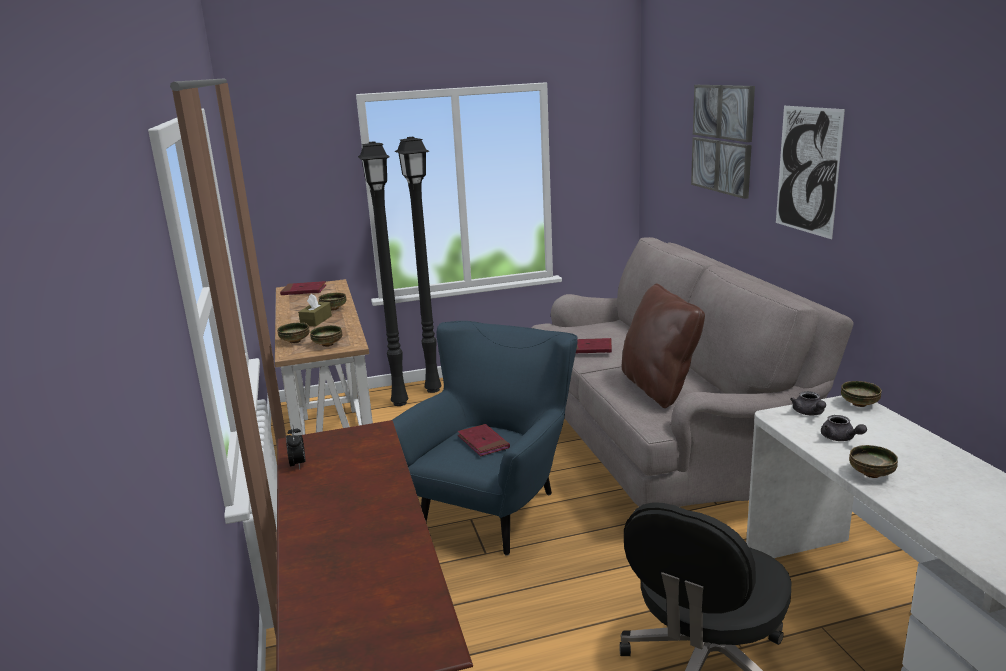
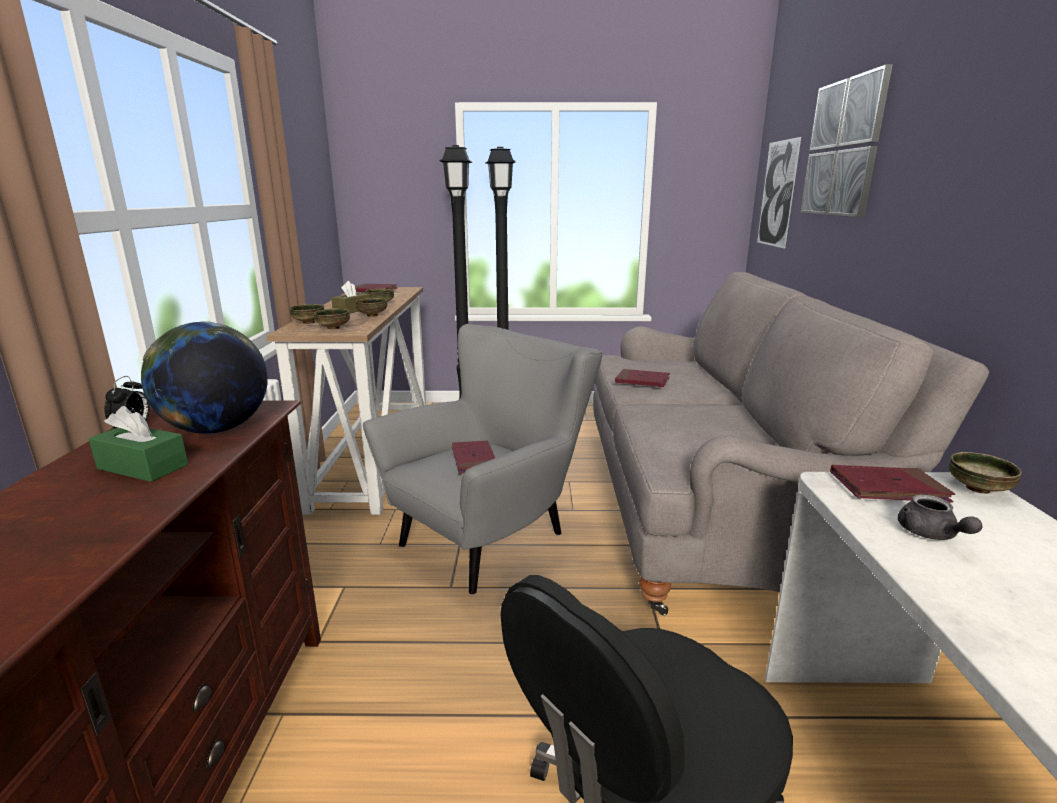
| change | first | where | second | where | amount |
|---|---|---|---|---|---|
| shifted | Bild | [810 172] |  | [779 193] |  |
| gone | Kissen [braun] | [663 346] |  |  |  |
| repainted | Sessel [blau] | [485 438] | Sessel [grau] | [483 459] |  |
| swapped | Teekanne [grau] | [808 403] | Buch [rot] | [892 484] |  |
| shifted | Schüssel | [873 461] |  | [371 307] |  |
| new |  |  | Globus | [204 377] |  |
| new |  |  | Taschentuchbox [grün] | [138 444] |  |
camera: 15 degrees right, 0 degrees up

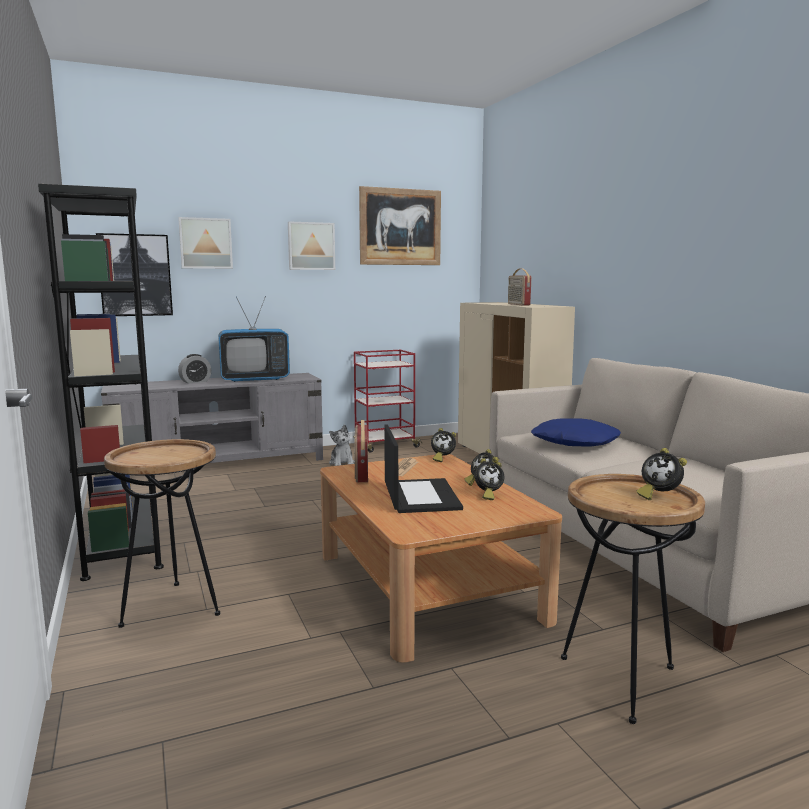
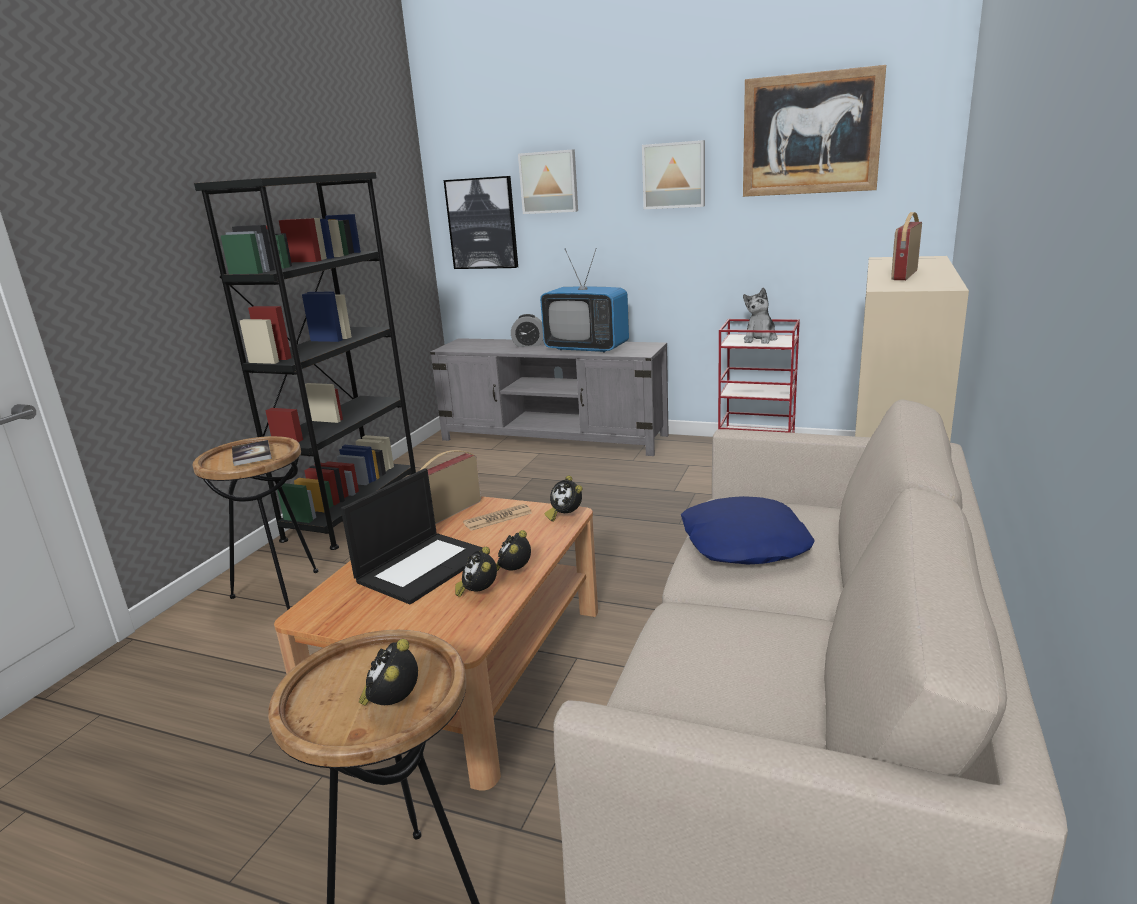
| change | first | where | second | where | amount |
|---|---|---|---|---|---|
| shifted | Plüschtier | [342 445] |  | [760 315] |  |
| rotated | Wecker | [489 479] |  | [476 572] | 45 degrees clockwise |
| new |  |  | Buch | [252 453] |  |
camera: 45 degrees right, 10 degrees up

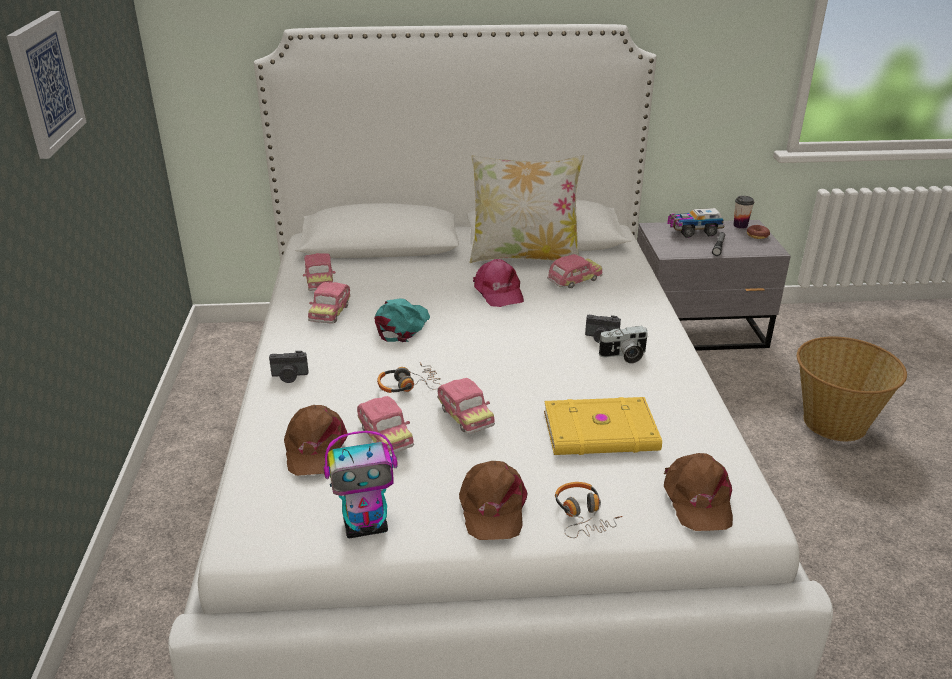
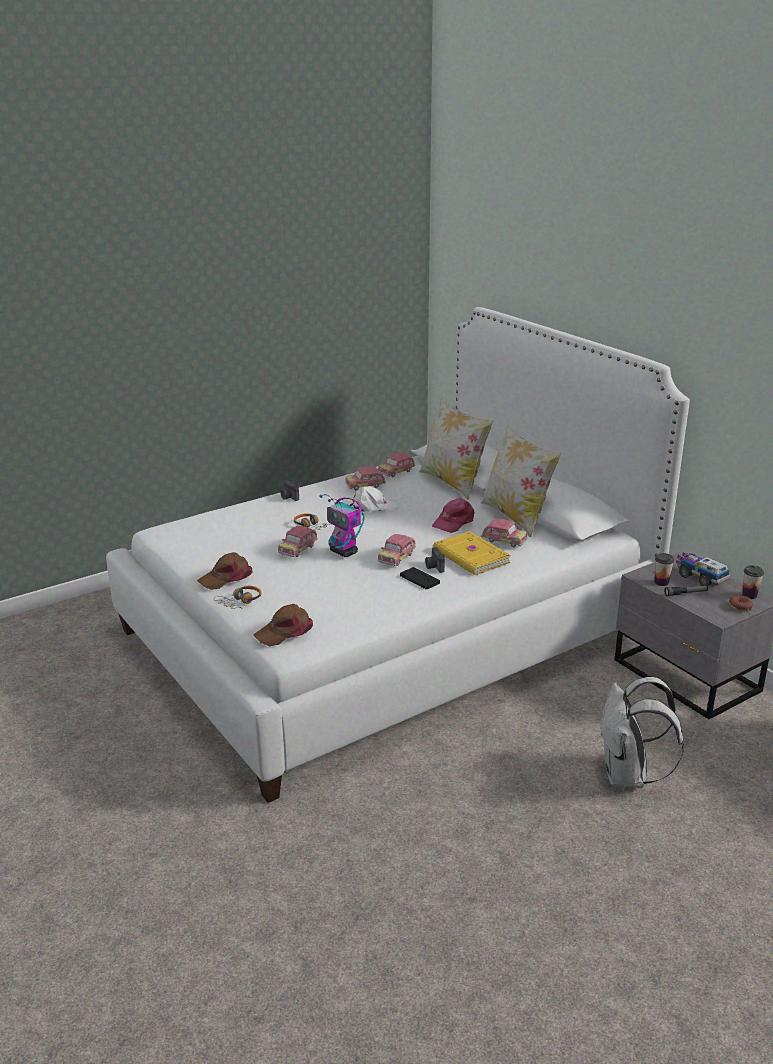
| change | first | where | second | where | amount |
|---|---|---|---|---|---|
| gone | Bild | [46 85] |  |  |  |
| repainted | Kappe [türkis] | [402 320] | Kappe [weiß] | [374 499] |  |
| swapped | Kamera | [623 344] | Gamepad [schwarz] | [420 578] |  |
| swapped | Korb | [852 388] | Rucksack [weiß] | [642 732] |  |
| shifted | Spielzeugauto | [385 425] |  | [397 550] |  |
| shifted | Buch [gelb] | [603 426] |  | [472 553] |  |
| gone | Kappe [braun] | [316 440] |  |  |  |
| shifted | Spielzeugroboter | [361 484] |  | [342 525] |  |
| new |  |  | Kissen | [456 449] |  |
| new |  |  | Tasse | [664 569] |  |
camera: 60 degrees right, 5 degrees down

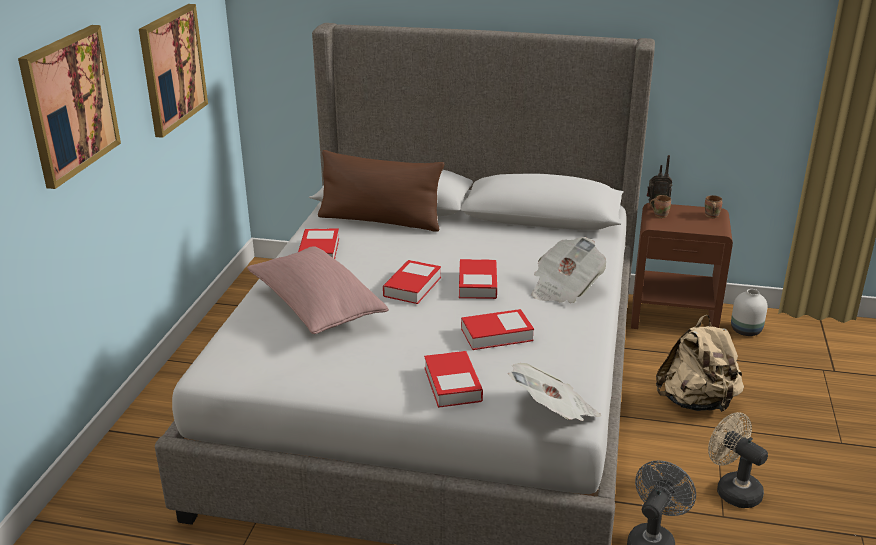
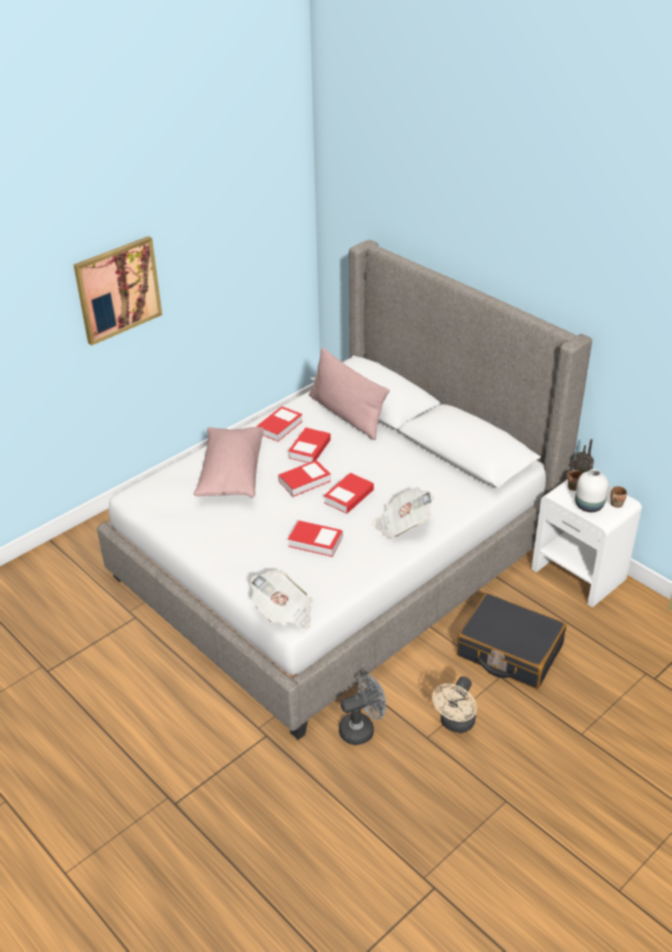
| change | first | where | second | where | amount |
|---|---|---|---|---|---|
| gone | Bild | [173 71] |  |  |  |
| repainted | Kissen [braun] | [381 190] | Kissen [rosa] | [349 393] |  |
| repainted | Nachttisch [braun] | [682 266] | Nachttisch [weiß] | [586 543] |  |
| shifted | Vase [weiß] | [749 312] |  | [591 490] |  |
| swapped | Rucksack [beige] | [700 363] | Koffer [schwarz] | [511 641] |  |
| shifted | Buch | [453 379] |  | [309 445] |  |
| rotated | Ventilator [beige] | [738 460] |  | [454 704] | 150 degrees counterclockwise |
camera: 35 degrees right, 10 degrees up

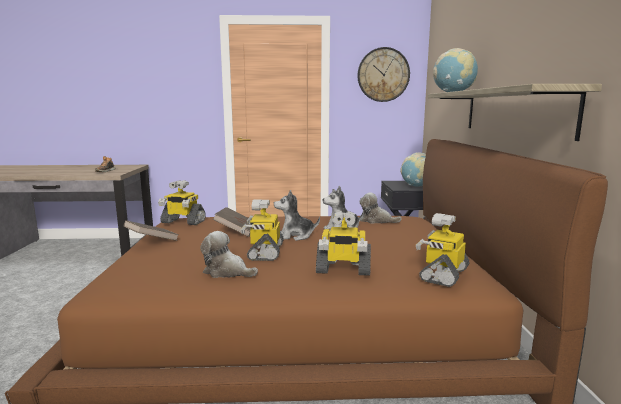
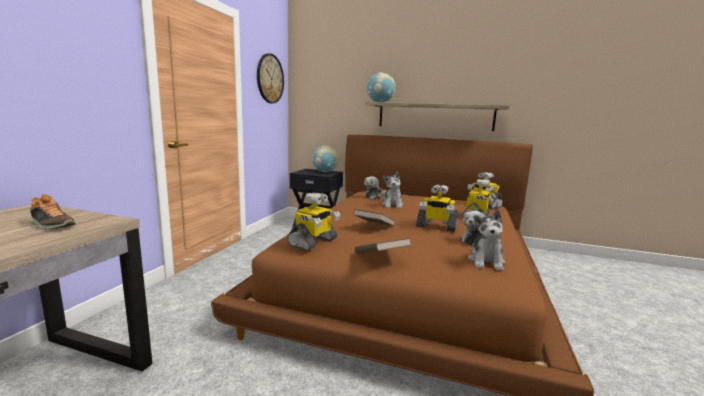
| change | first | where | second | where | amount |
|---|---|---|---|---|---|
| shifted | Plüschtier | [297 215] |  | [486 240] |  |
camera: 70 degrees left, 0 degrees up

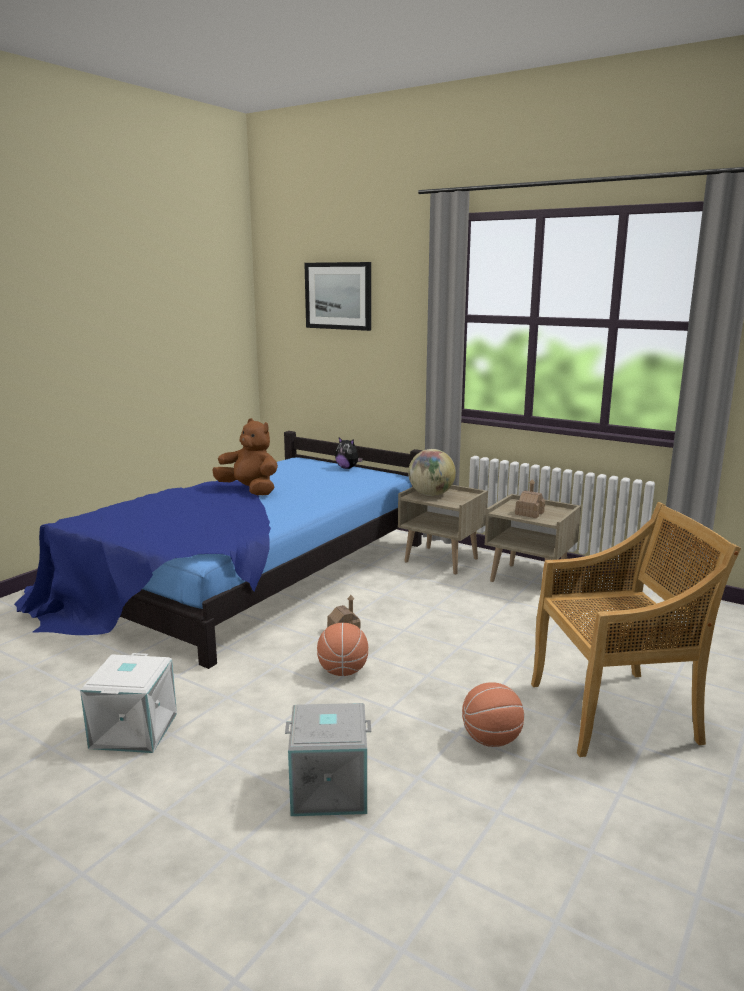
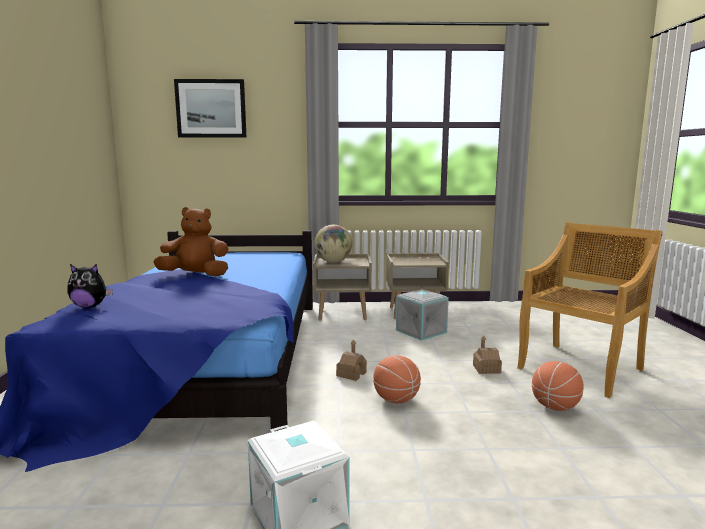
| change | first | where | second | where | amount |
|---|---|---|---|---|---|
| shifted | Plüschtier | [349 453] |  | [90 286] |  |
| shifted | Spielzeughaus | [530 498] |  | [487 354] |  |
| shifted | Aufbewahrungsbox [grau] | [328 759] |  | [422 315] |  |
camera: 35 degrees left, 5 degrees down

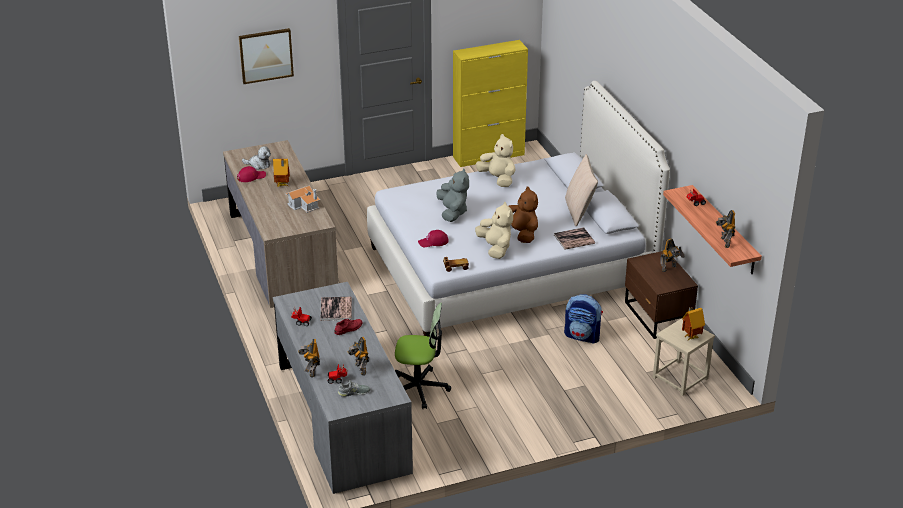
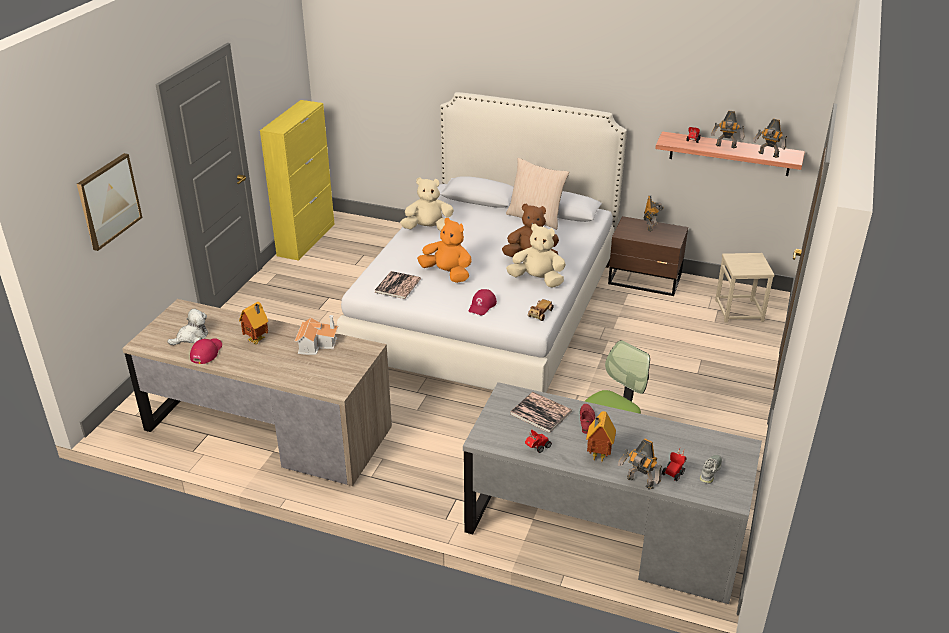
| change | first | where | second | where | amount |
|---|---|---|---|---|---|
| repainted | Plüschtier [grau] | [452 195] | Plüschtier [orange] | [444 250] |  |
| shifted | Buch | [574 238] |  | [398 285] |  |
| gone | Rucksack | [583 319] |  |  |  |
| shifted | Spielzeughaus | [693 323] |  | [601 436] |  |
| shifted | Spielzeugroboter | [358 356] |  | [728 129] |  |
camera: 50 degrees left, 0 degrees up

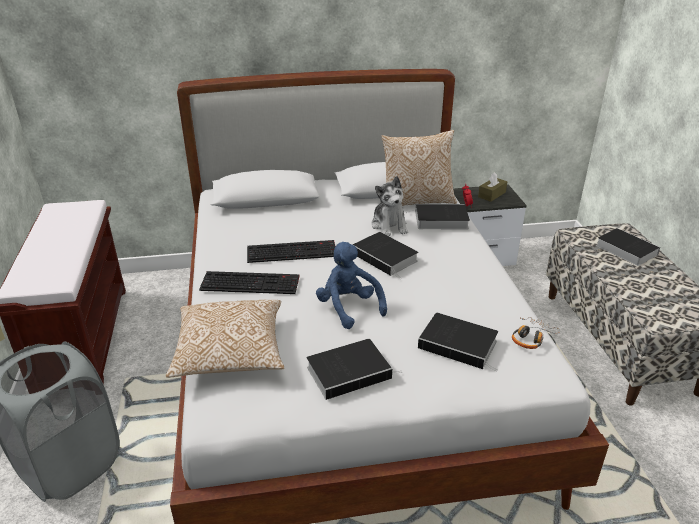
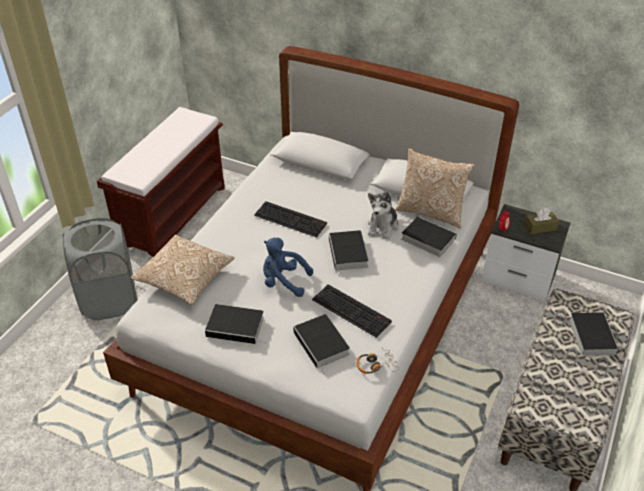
| change | first | where | second | where | amount |
|---|---|---|---|---|---|
| rotated | Plüschtier [blau] | [351 285] |  | [288 267] | 75 degrees counterclockwise |
| shifted | Tastatur | [249 282] |  | [352 311] |  |
camera: 35 degrees right, 10 degrees up

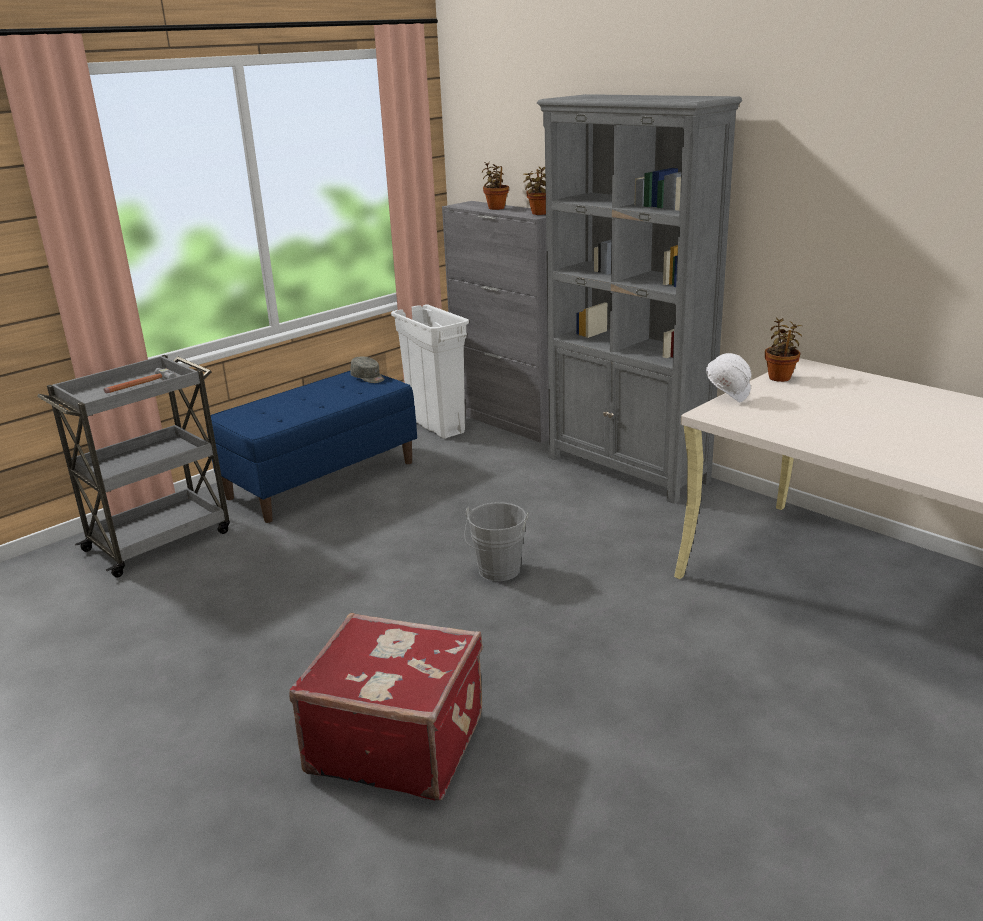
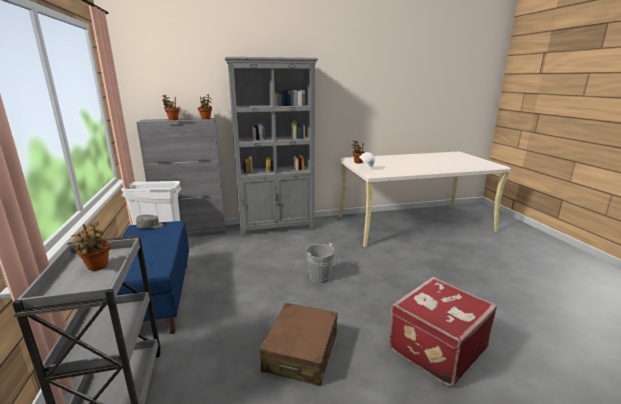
| change | first | where | second | where | amount |
|---|---|---|---|---|---|
| swapped | Hammer | [140 380] | Topfpflanze | [90 246] |  |
| new |  |  | Koffer [braun] | [298 344] |  |
camera: 60 degrees left, 5 degrees down

